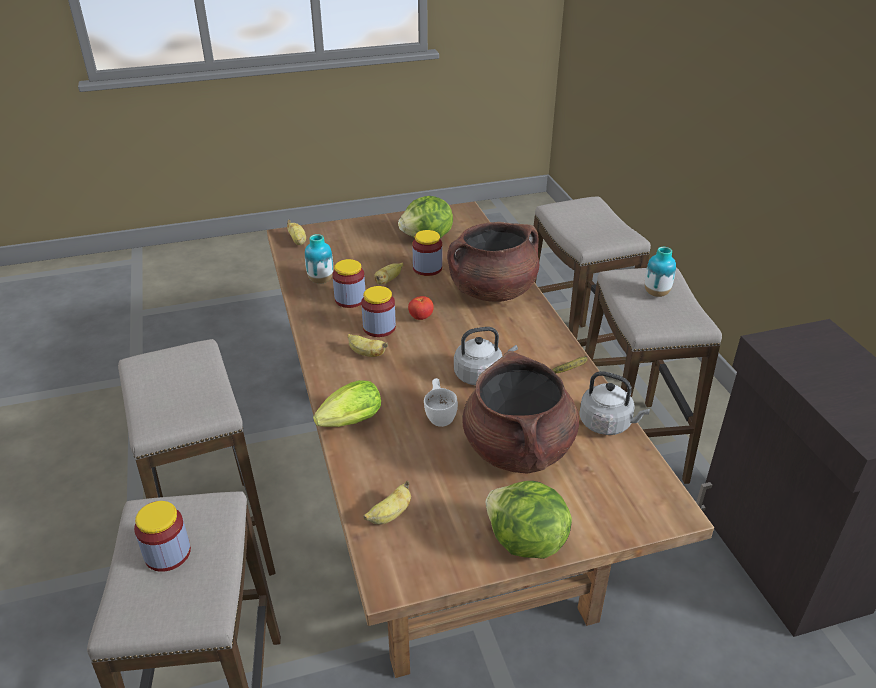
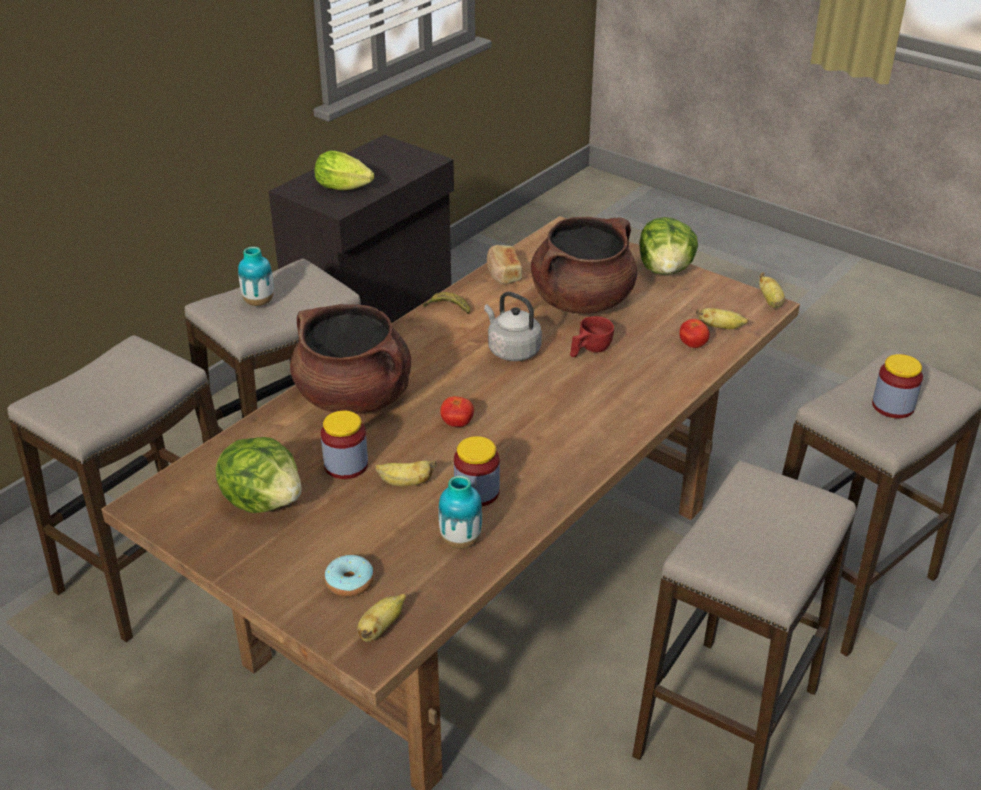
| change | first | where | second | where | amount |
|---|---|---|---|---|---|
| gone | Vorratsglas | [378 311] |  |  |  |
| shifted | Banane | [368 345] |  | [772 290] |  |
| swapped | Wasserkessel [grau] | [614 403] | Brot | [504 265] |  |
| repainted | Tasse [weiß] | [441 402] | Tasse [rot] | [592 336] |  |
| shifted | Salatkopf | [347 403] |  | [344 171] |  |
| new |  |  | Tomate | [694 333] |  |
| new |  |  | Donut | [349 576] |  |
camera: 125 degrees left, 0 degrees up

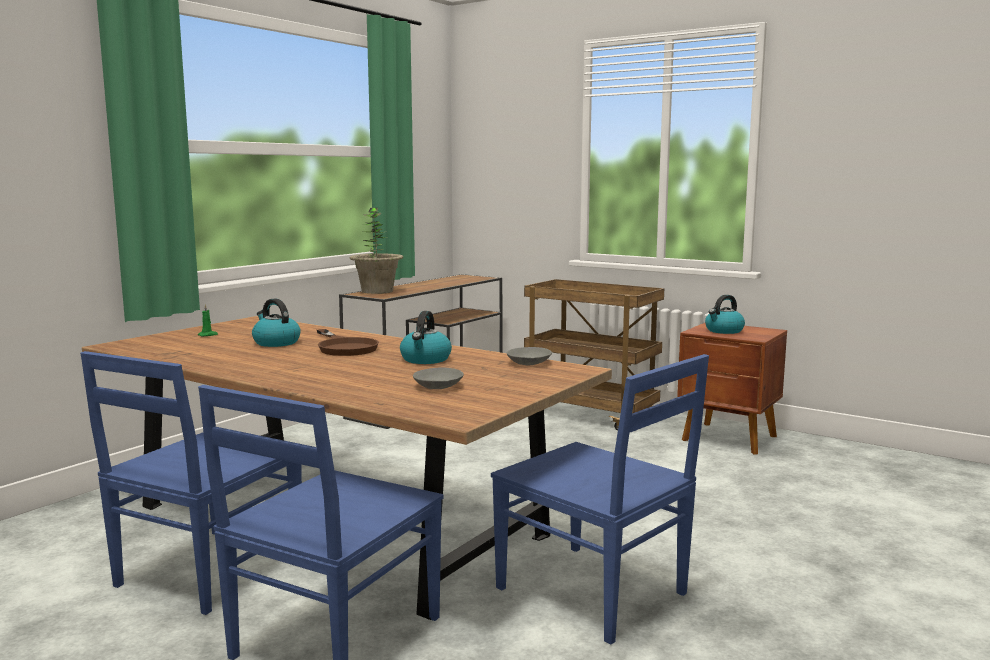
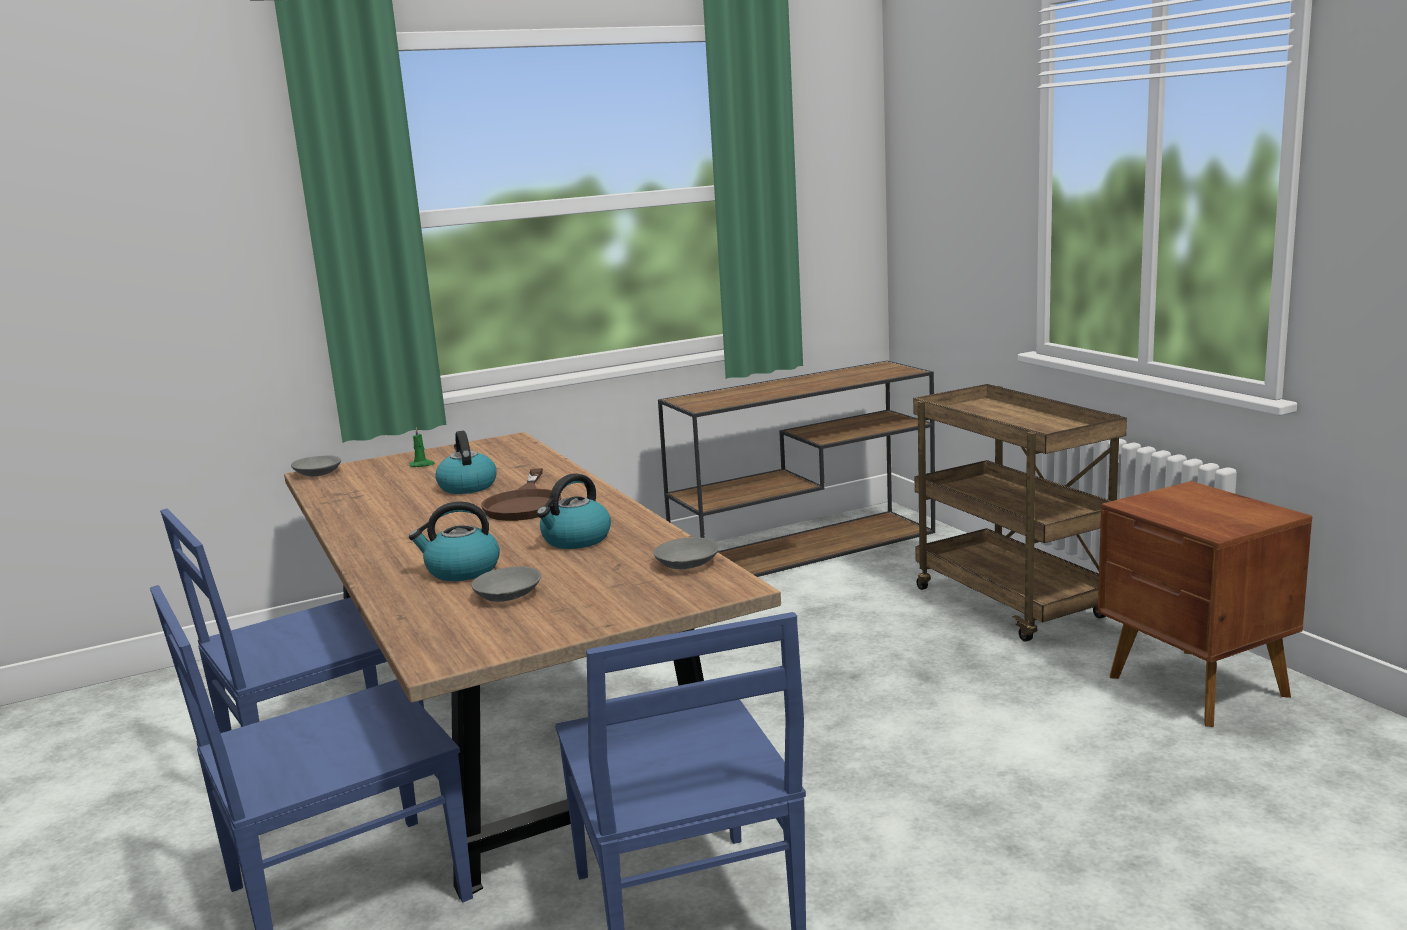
| change | first | where | second | where | amount |
|---|---|---|---|---|---|
| gone | Topfpflanze | [376 251] |  |  |  |
| shifted | Wasserkessel | [725 314] |  | [454 541] |  |
| new |  |  | Schüssel [grau] | [316 465] |  |
camera: 30 degrees right, 5 degrees up

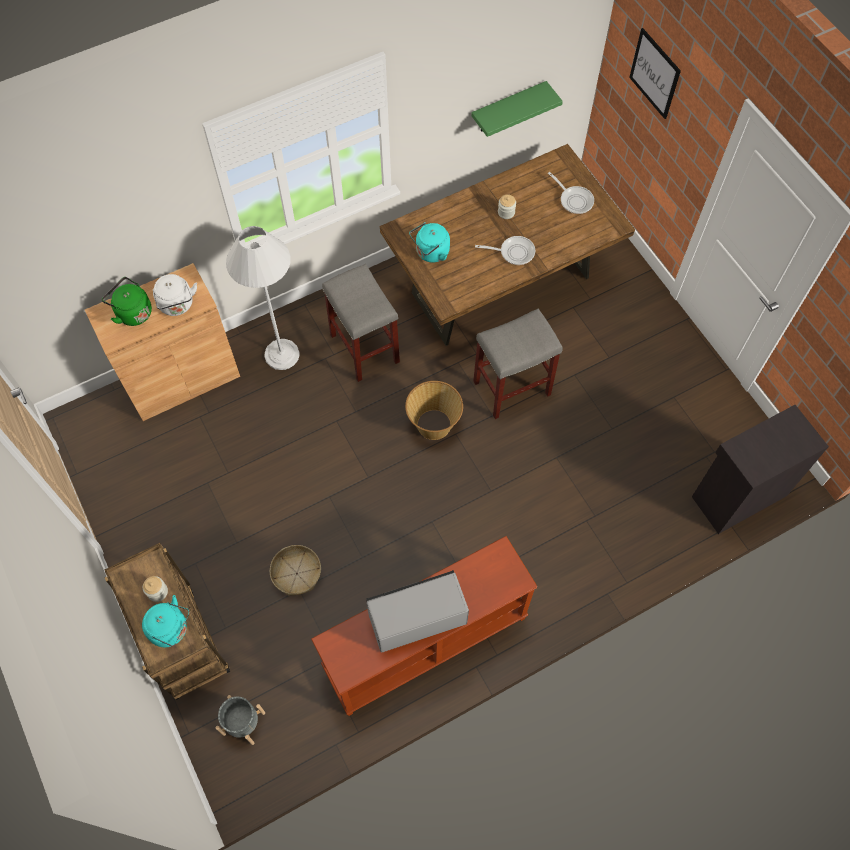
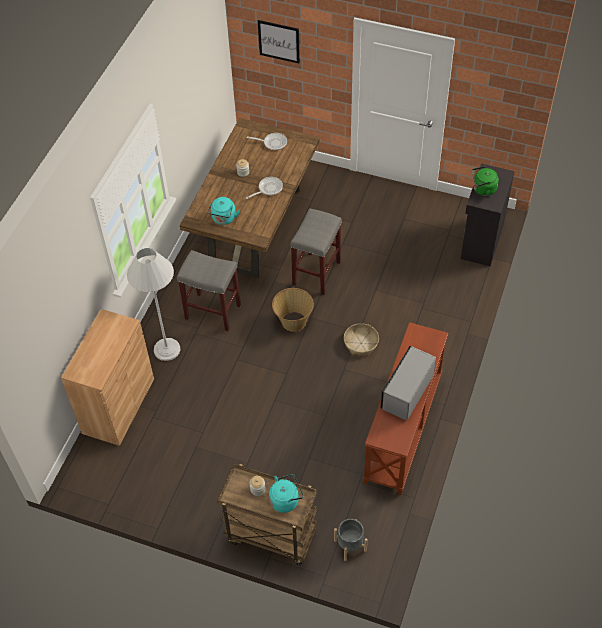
| change | first | where | second | where | amount |
|---|---|---|---|---|---|
| gone | Wandregal [grün] | [517 109] |  |  |  |
| gone | Wasserkessel [weiß] | [175 295] |  |  |  |
| shifted | Wasserkessel [grün] | [127 301] |  | [485 181] |  |
| shifted | Korb | [295 570] |  | [361 339] |  |
camera: 40 degrees left, 10 degrees down

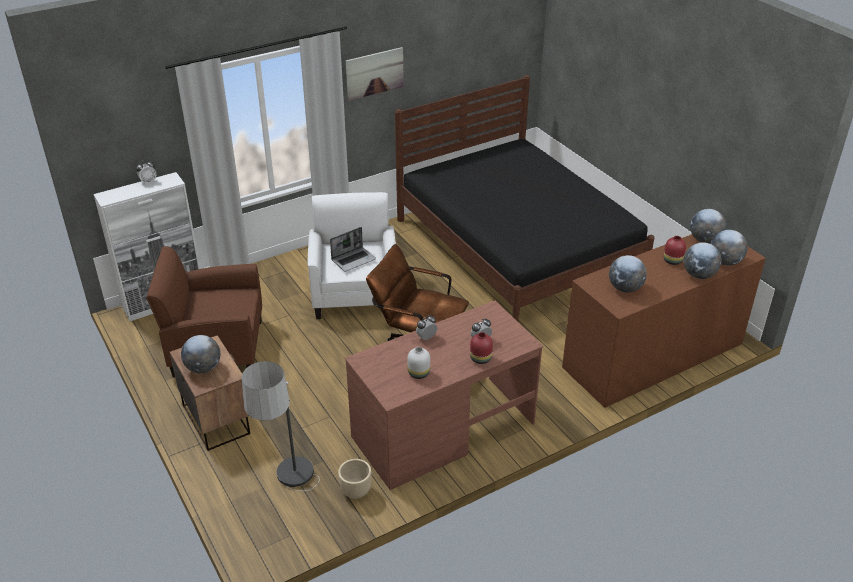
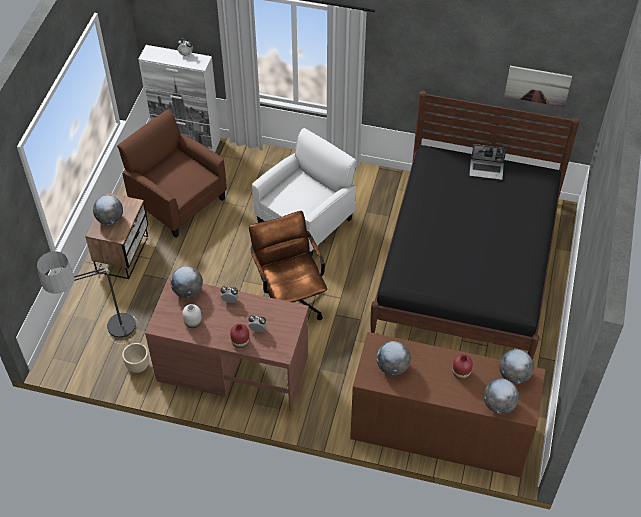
| change | first | where | second | where | amount |
|---|---|---|---|---|---|
| shifted | Bild | [375 74] |  | [538 86] |  |
| shifted | Laptop | [353 249] |  | [488 162] |  |
| shifted | Globus | [702 260] |  | [186 282] |  |
camera: 45 degrees right, 15 degrees up

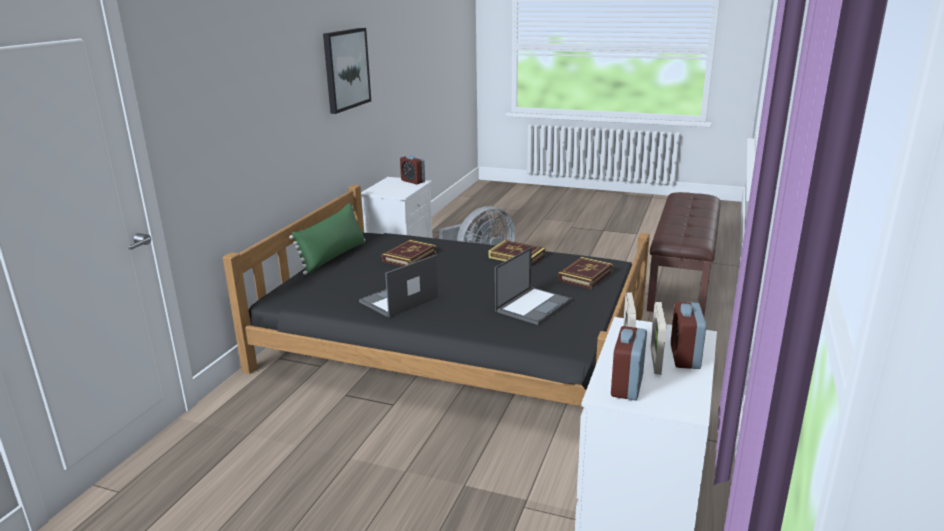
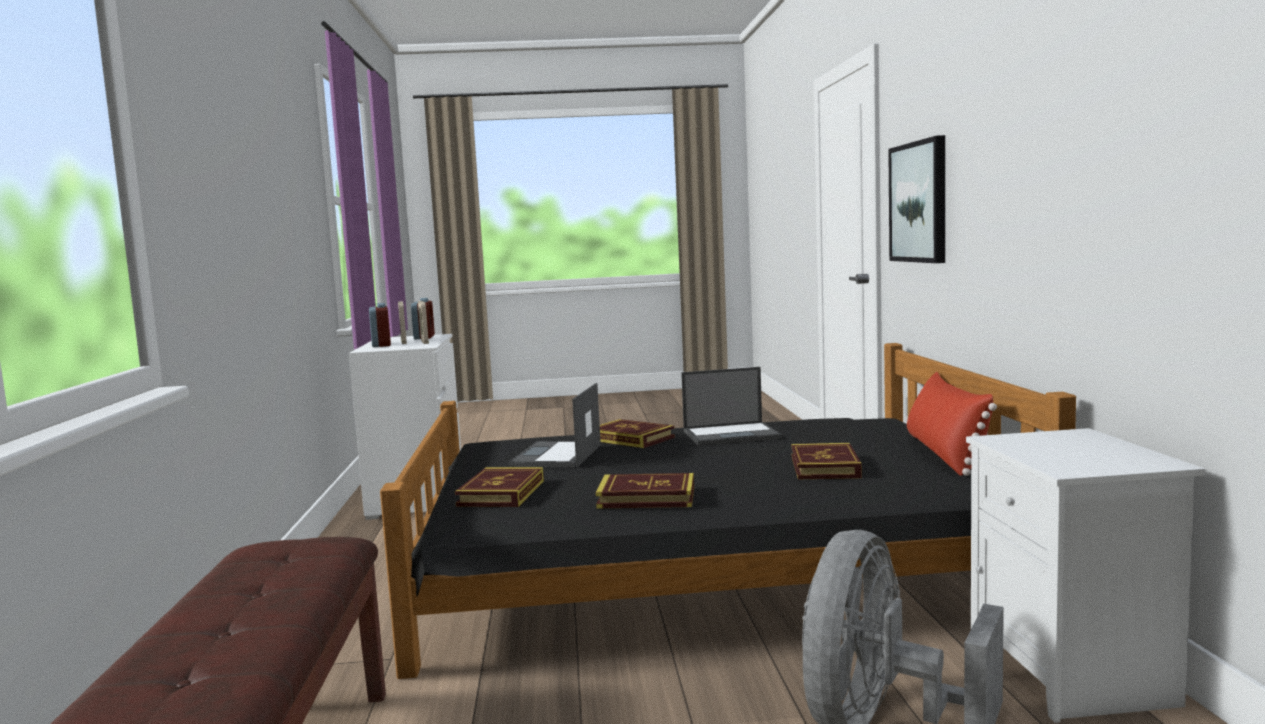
| change | first | where | second | where | amount |
|---|---|---|---|---|---|
| shifted | Bild | [347 71] |  | [916 199] |  |
| gone | Wecker | [412 169] |  |  |  |
| repainted | Kissen [grün] | [327 239] | Kissen [rot] | [952 424] |  |
| rotated | Laptop | [398 286] |  | [731 406] | 60 degrees clockwise |
| new |  |  | Buch | [637 433] |  |
camera: 155 degrees right, 15 degrees down

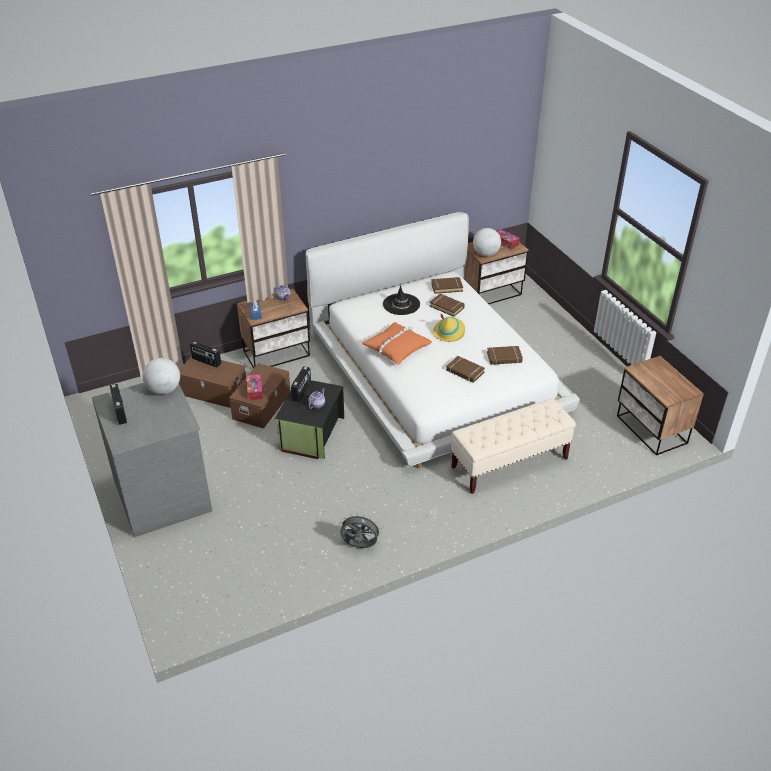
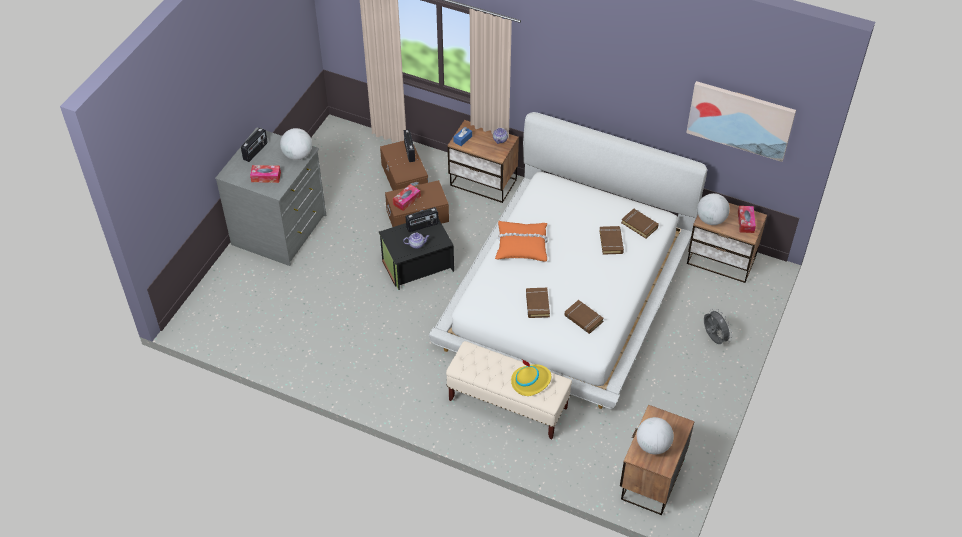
| change | first | where | second | where | amount |
|---|---|---|---|---|---|
| gone | Hut [schwarz] | [401 300] |  |  |  |
| shifted | Hut [gelb] | [449 327] |  | [531 377] |  |
| shifted | Ventilator [grau] | [361 530] |  | [718 326] |  |
| new |  |  | Bild | [741 121] |  |
| new |  |  | Taschentuchbox | [265 174] |  |
| new |  |  | Globus | [655 436] |  |
camera: 50 degrees right, 10 degrees up

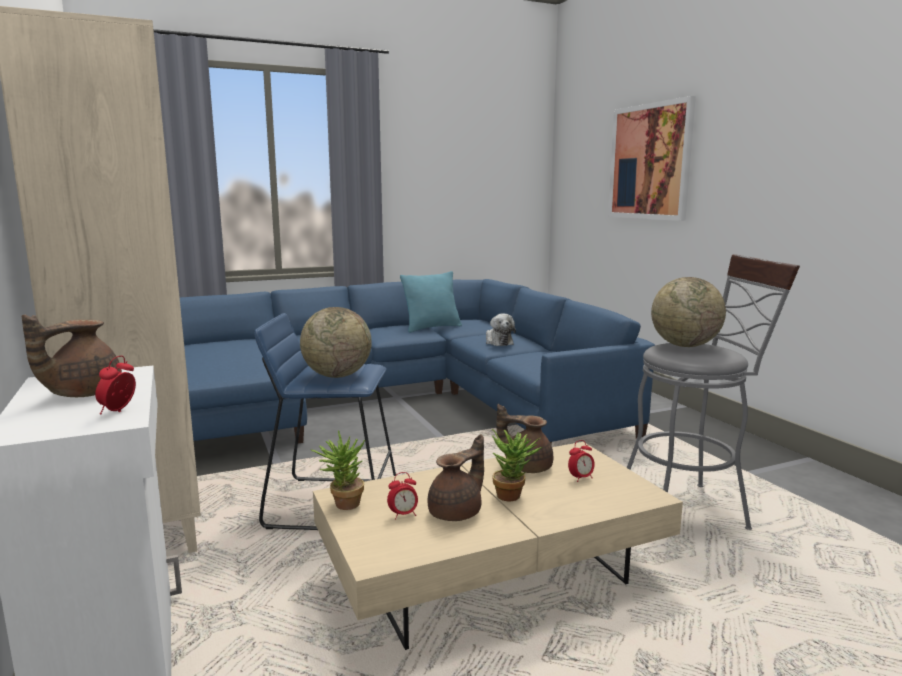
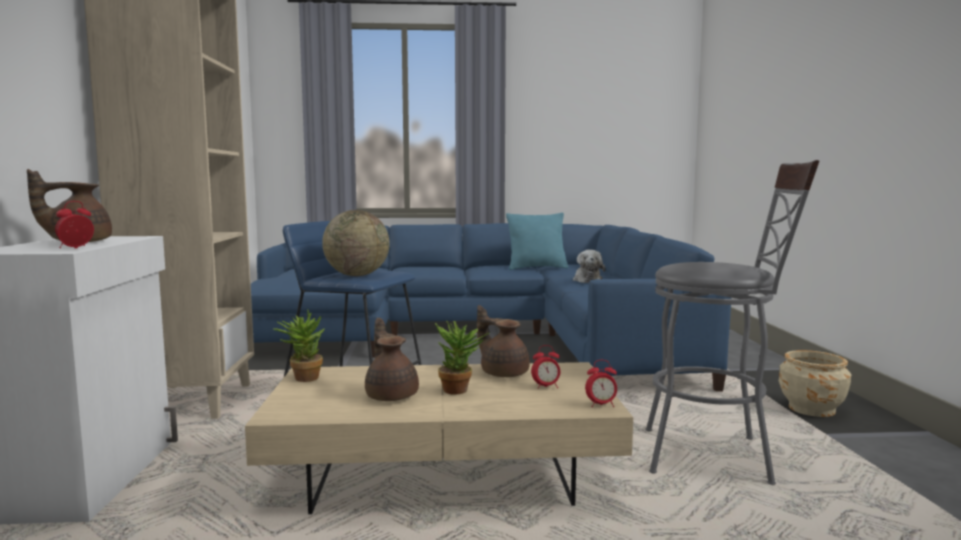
| change | first | where | second | where | amount |
|---|---|---|---|---|---|
| gone | Bild | [652 158] |  |  |  |
| gone | Globus | [688 312] |  |  |  |
| rotated | Teekanne [braun] | [456 477] |  | [392 359] | 90 degrees counterclockwise |
| shifted | Wecker | [402 496] |  | [601 383] |  |
| new |  |  | Pflanzkübel [beige] | [815 383] |  |
camera: 20 degrees right, 5 degrees down

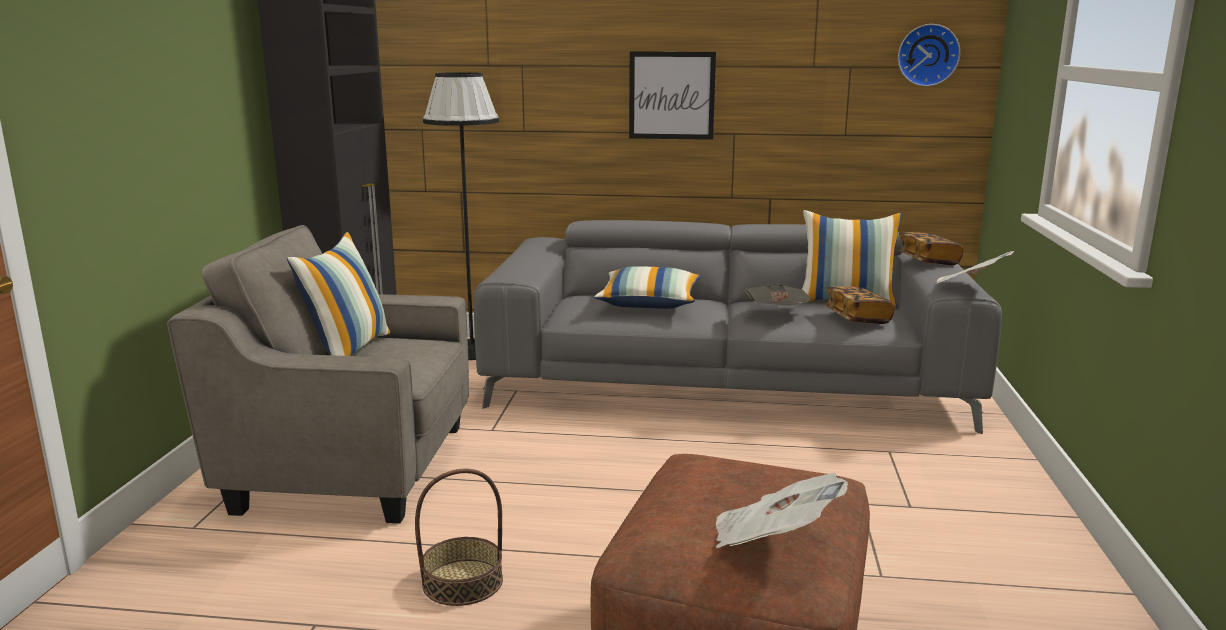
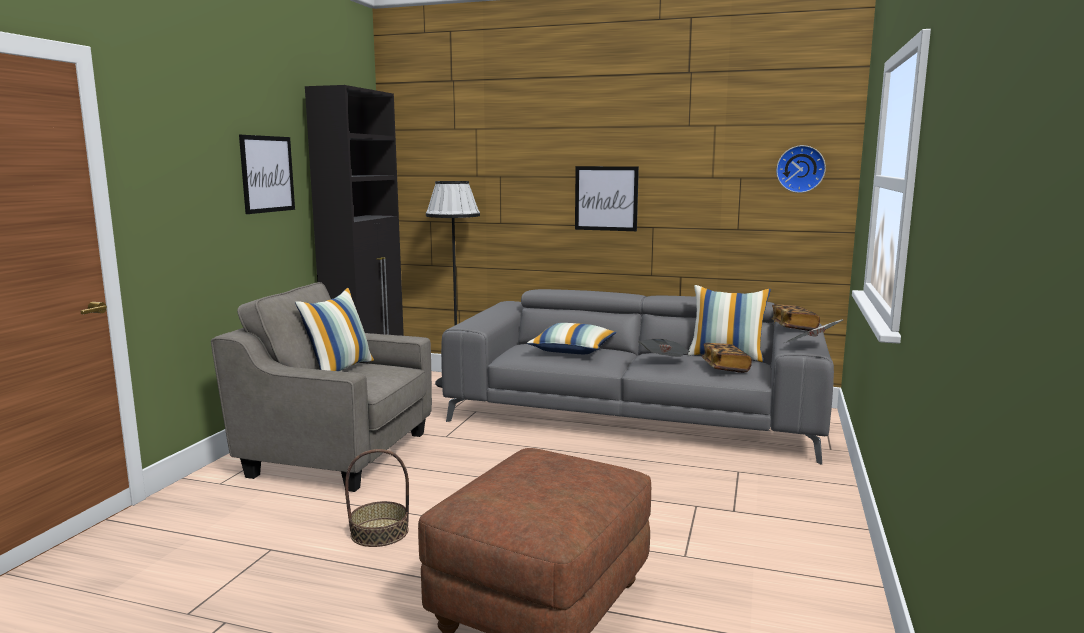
| change | first | where | second | where | amount |
|---|---|---|---|---|---|
| gone | Zeitung | [782 510] |  |  |  |
| new |  |  | Bild | [267 174] |  |
camera: 10 degrees right, 5 degrees down

